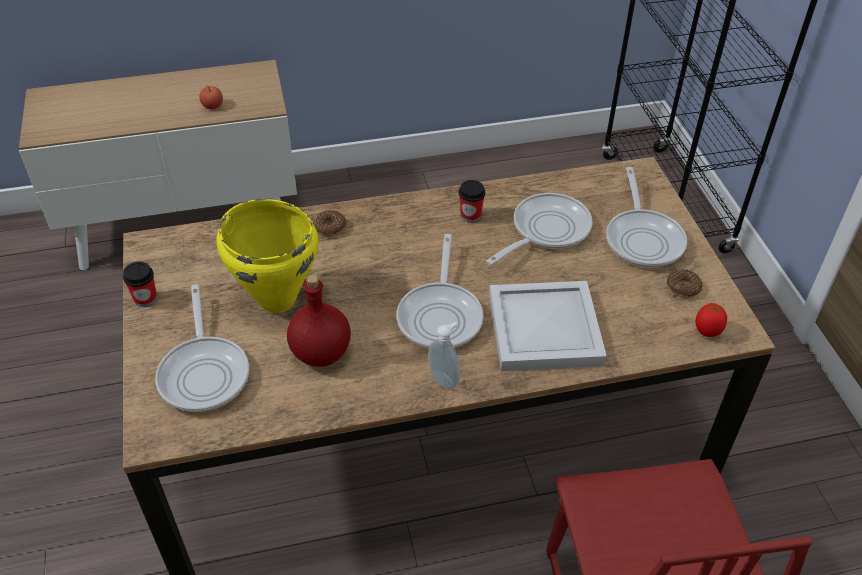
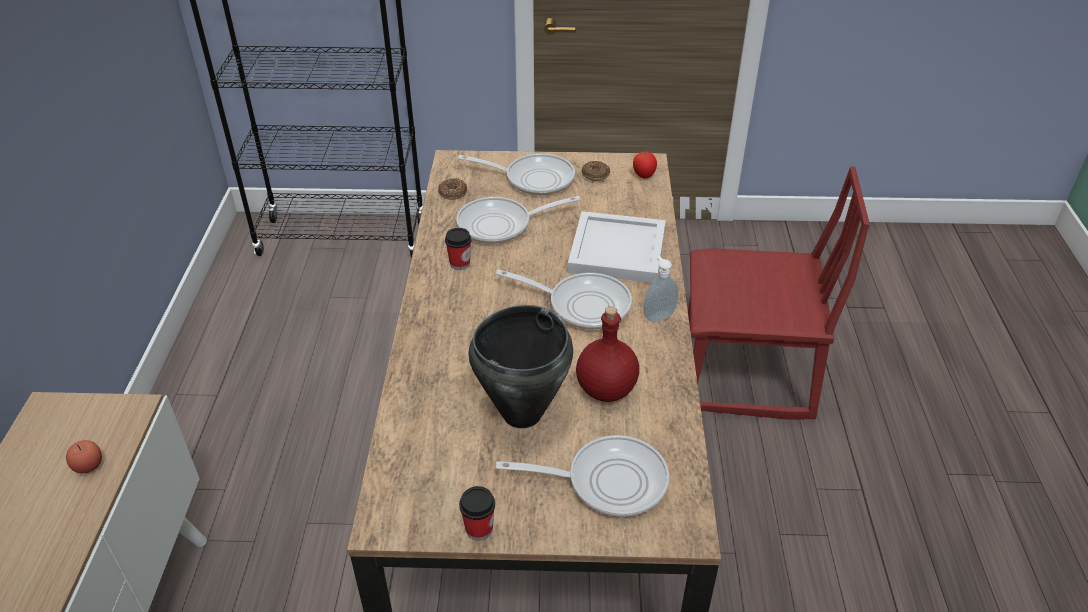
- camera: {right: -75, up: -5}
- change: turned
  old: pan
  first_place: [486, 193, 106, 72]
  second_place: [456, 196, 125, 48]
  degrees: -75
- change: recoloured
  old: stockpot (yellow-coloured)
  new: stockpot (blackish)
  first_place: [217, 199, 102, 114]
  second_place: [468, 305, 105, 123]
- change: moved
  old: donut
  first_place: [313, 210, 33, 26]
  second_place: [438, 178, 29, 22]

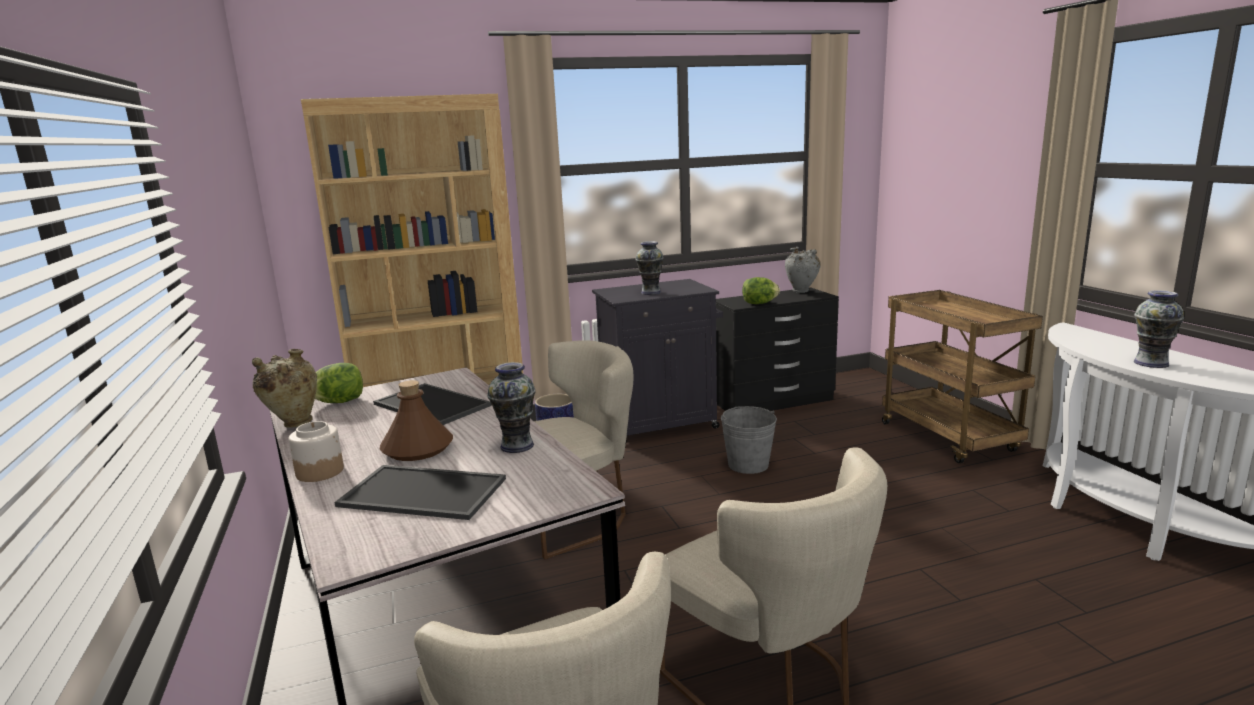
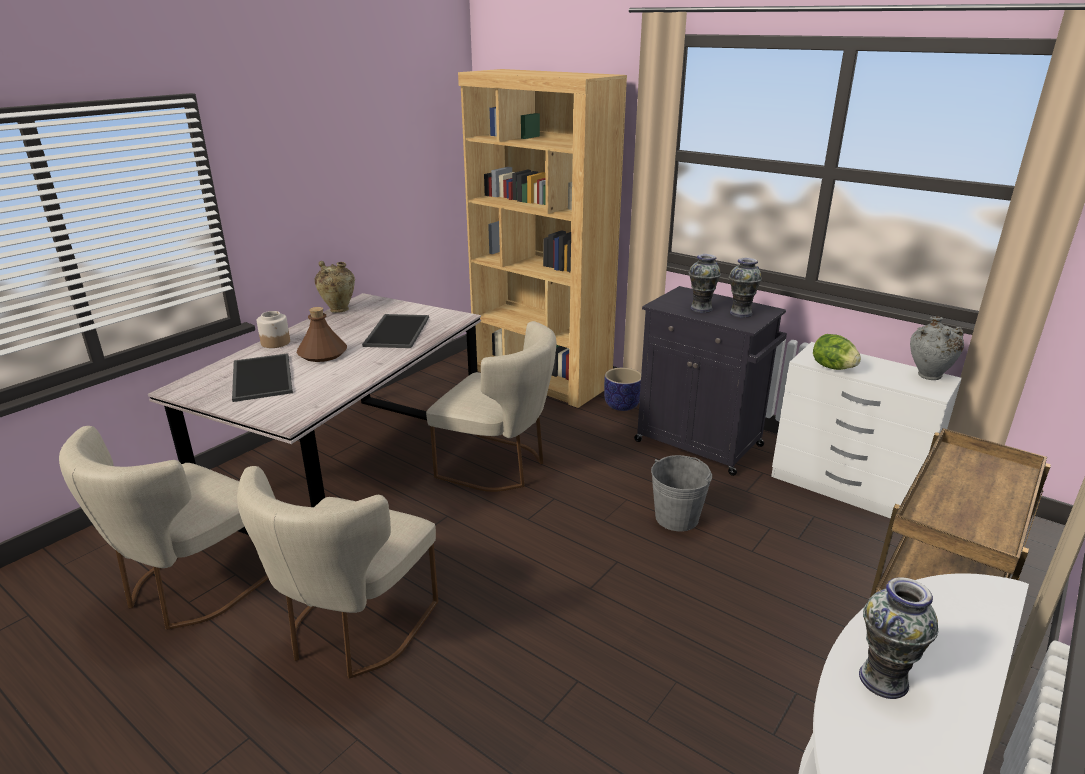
- camera: {right: 55, up: 10}
- change: recoloured
  old: dresser (blackish)
  new: dresser (whitish)
  first_place: [716, 288, 123, 123]
  second_place: [771, 342, 191, 177]
- change: moved
  old: flower vase
  first_place: [487, 362, 49, 91]
  second_place: [729, 258, 33, 60]
- change: removed
  old: head of lettuce
  first_place: [315, 363, 48, 40]

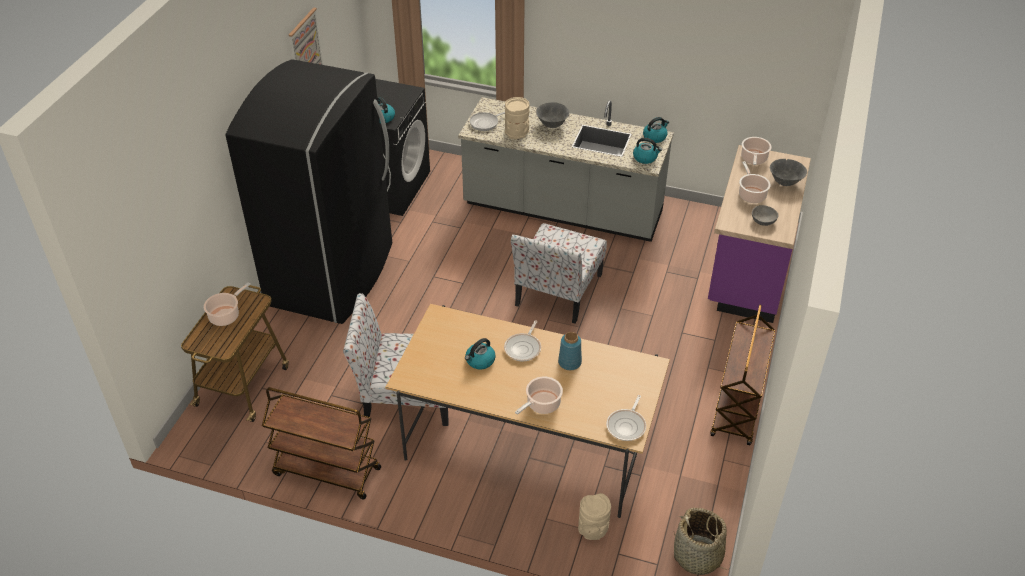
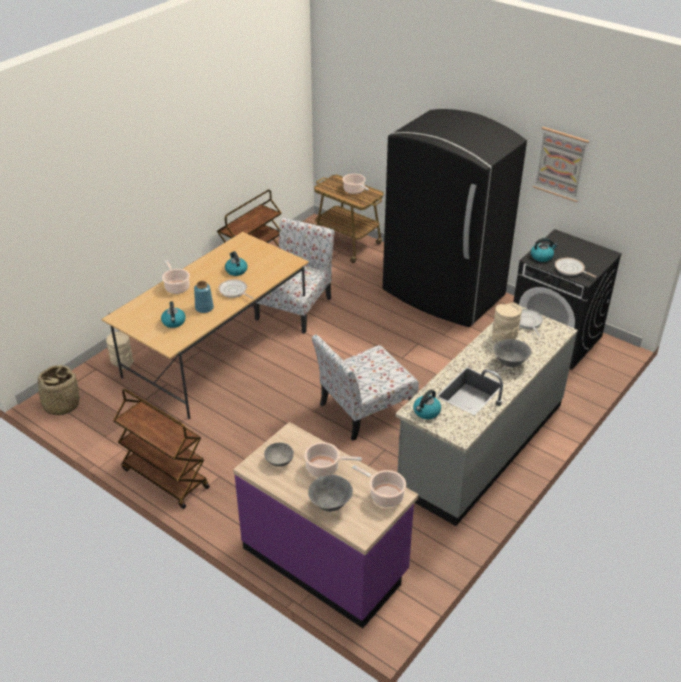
- camera: {right: 110, up: -5}
- change: moved
  old: kettle
  first_place: [643, 117, 26, 26]
  second_place: [161, 301, 25, 27]
- change: turned
  old: plain chair
  first_place: [511, 223, 96, 101]
  second_place: [312, 334, 107, 107]
  degrees: -75
- change: moved
  old: pan
  first_place: [606, 395, 40, 46]
  second_place: [555, 258, 41, 20]

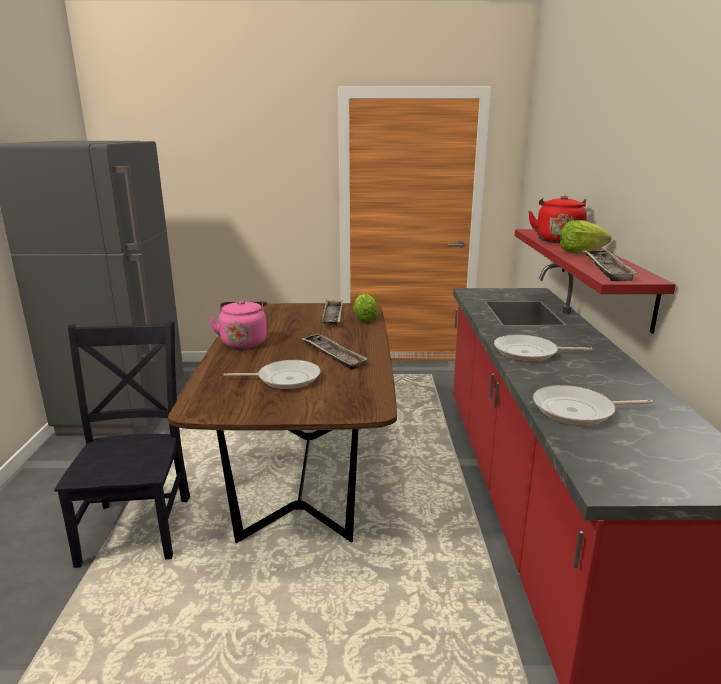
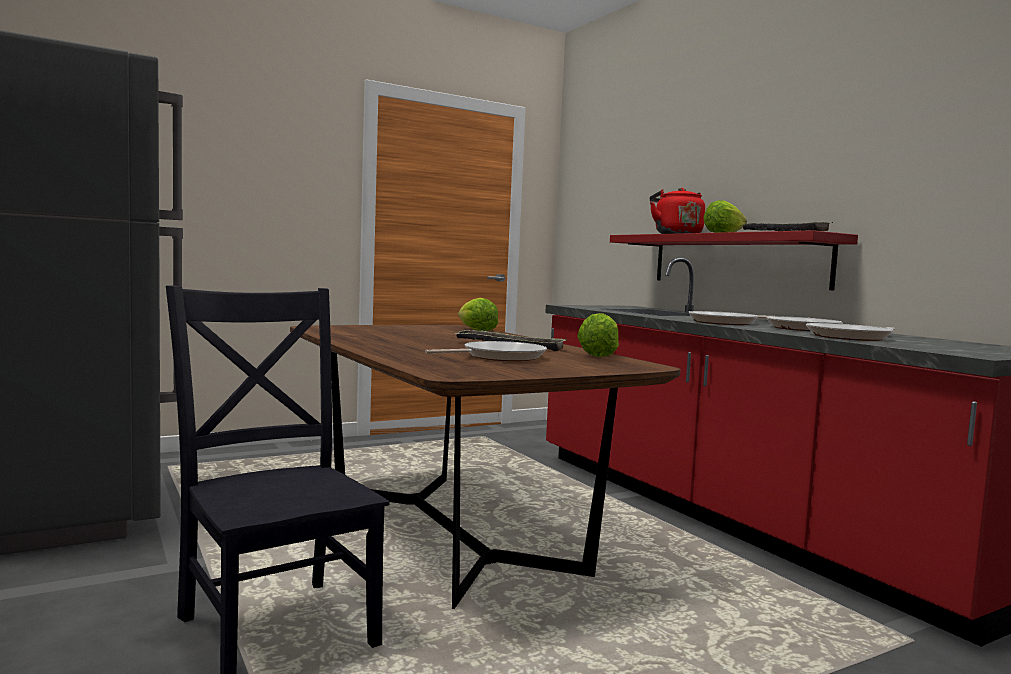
- camera: {right: -30, up: -15}
- change: removed
  old: kettle (pink-coloured)
  first_place: [208, 300, 59, 49]
- change: removed
  old: tray
  first_place: [322, 300, 20, 25]
- change: added
  new: head of lettuce
  second_place: [577, 313, 42, 44]
- change: added
  new: pan
  second_place: [766, 316, 77, 15]

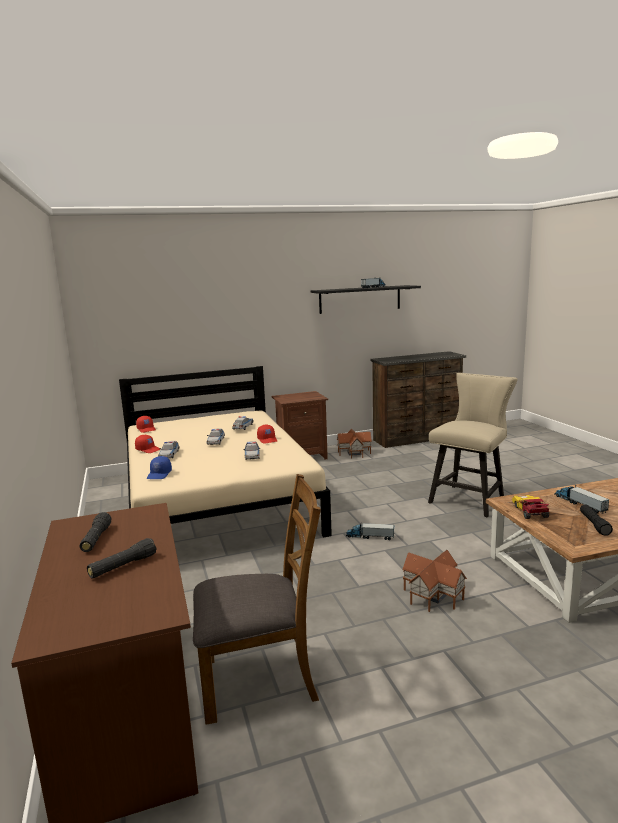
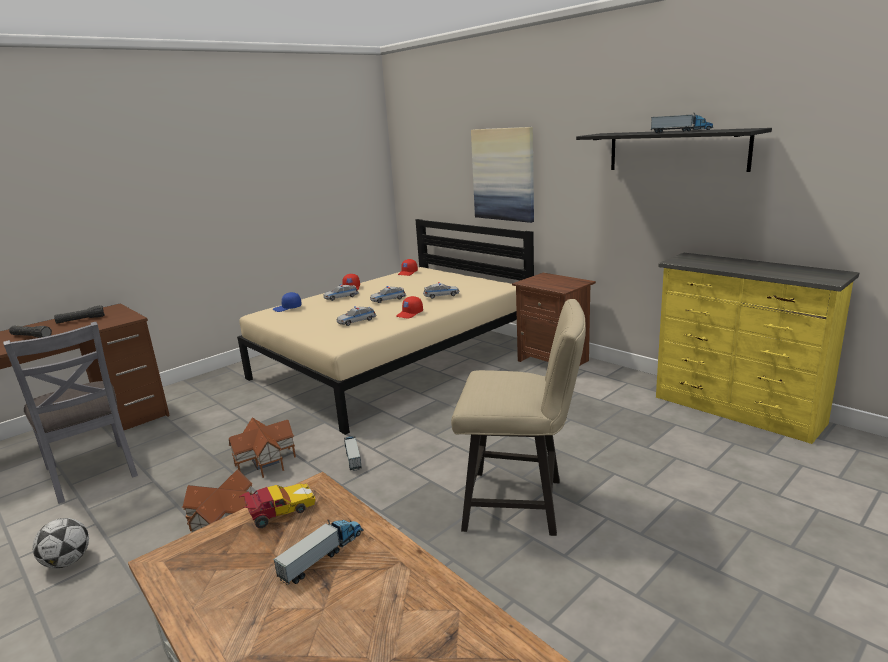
- camera: {right: 65, up: 5}
- change: recoloured
  old: dresser (brown)
  new: dresser (yellow-coloured)
  first_place: [371, 351, 95, 97]
  second_place: [656, 253, 203, 191]
- change: moved
  old: model house
  first_place: [337, 428, 35, 31]
  second_place: [229, 418, 67, 60]
- change: recoloured
  old: plain chair (brown)
  new: plain chair (gray)
  first_place: [193, 474, 128, 251]
  second_place: [3, 322, 135, 182]
- change: removed
  old: torch (blackish)
  first_place: [580, 504, 33, 32]
- change: added
  new: picture
  second_place: [471, 127, 63, 96]
- change: added
  new: ball for football
  second_place: [32, 518, 57, 50]

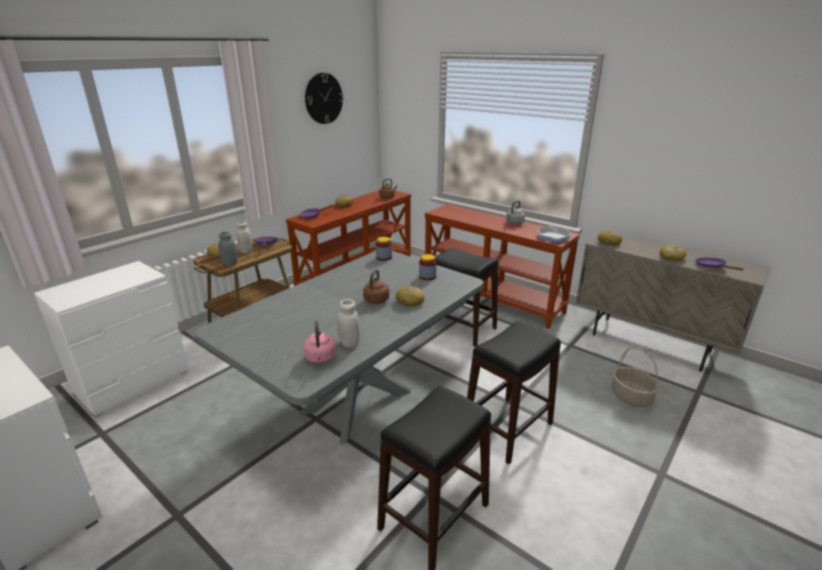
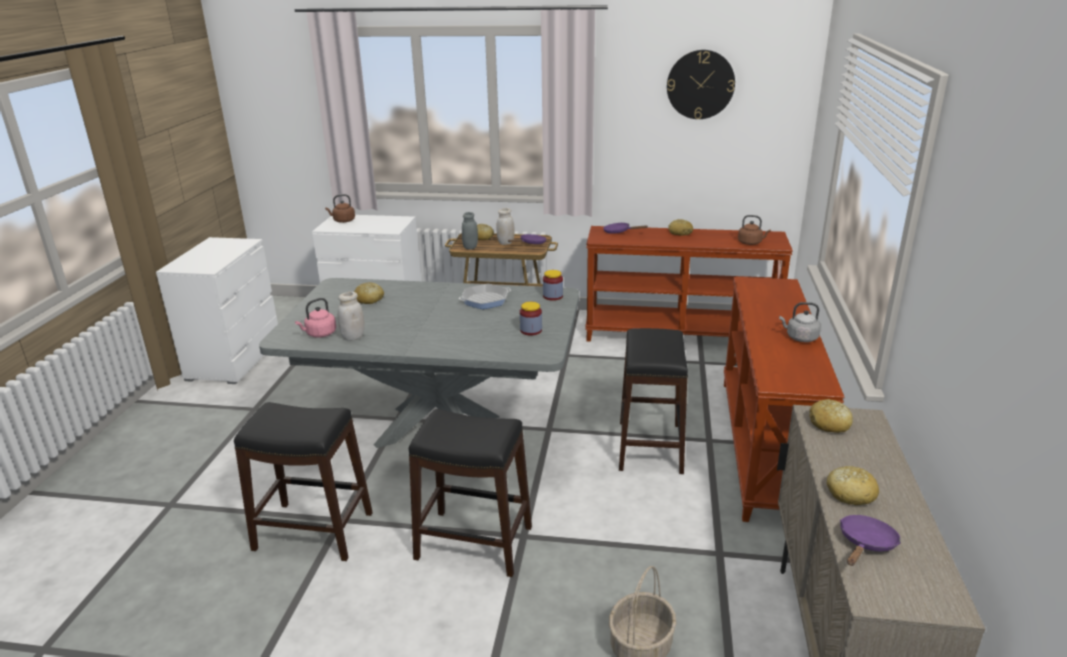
- camera: {right: 60, up: 0}
- change: moved
  old: pan
  first_place: [537, 226, 34, 17]
  second_place: [459, 284, 52, 25]
- change: moved
  old: kettle (brown)
  first_place: [363, 269, 26, 35]
  second_place: [325, 194, 30, 29]
- change: moved
  old: bread
  first_place: [395, 286, 30, 21]
  second_place: [354, 282, 30, 22]

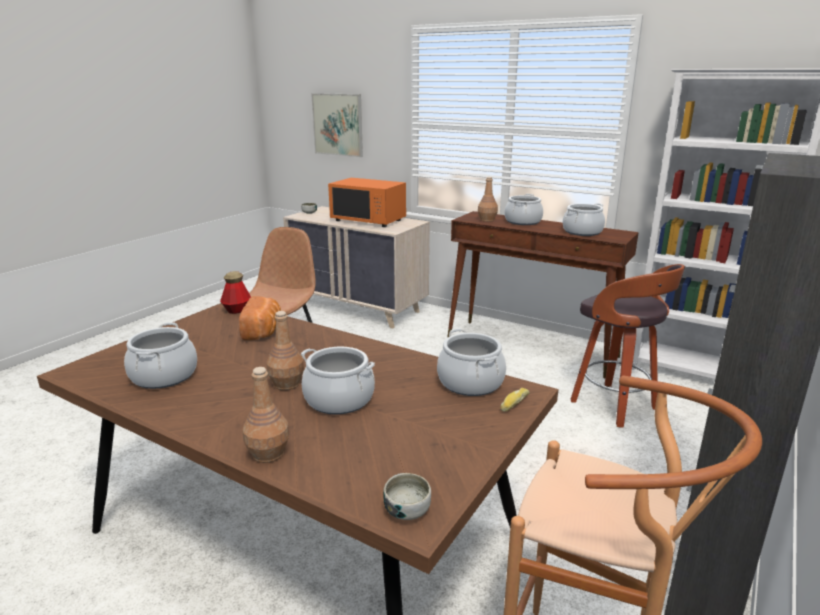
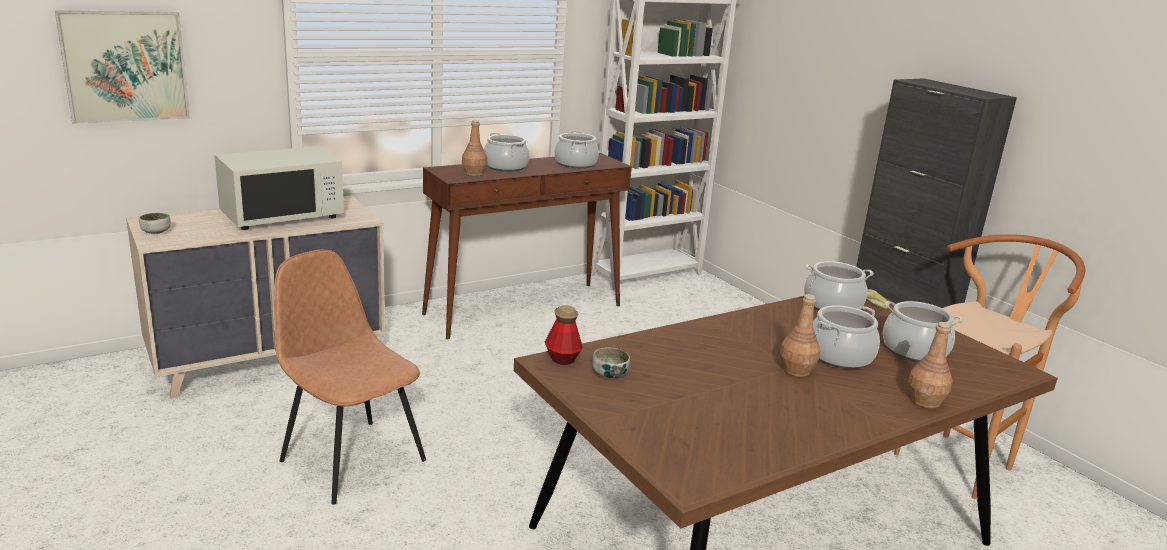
- camera: {right: -65, up: 0}
- change: recoloured
  old: microwave (orange-coloured)
  new: microwave (whitish)
  first_place: [328, 178, 78, 49]
  second_place: [214, 146, 130, 84]
- change: removed
  old: stool seat
  first_place: [571, 264, 114, 164]
- change: removed
  old: bread
  first_place: [239, 296, 42, 44]
- change: moved
  old: stockpot
  first_place: [124, 322, 73, 67]
  second_place: [883, 301, 81, 61]
- change: moved
  old: serving bowl
  first_place: [383, 473, 48, 47]
  second_place: [592, 347, 38, 32]

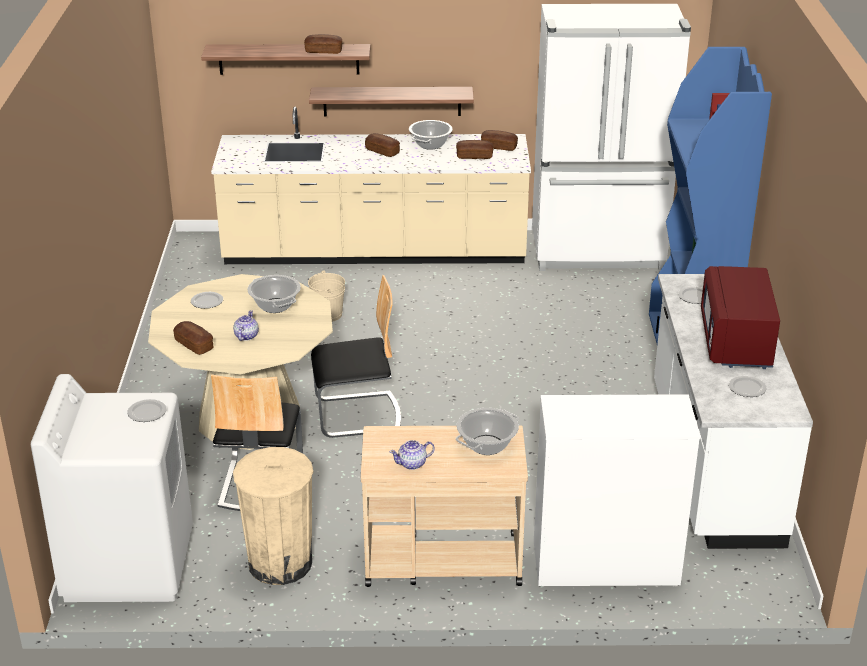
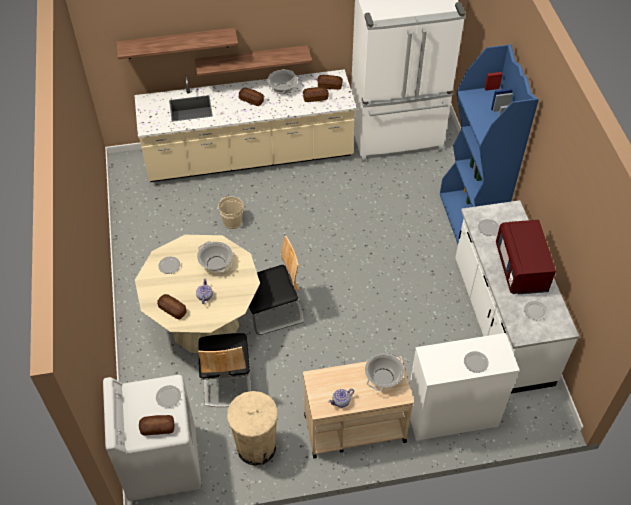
- camera: {right: -10, up: 20}
- change: moved
  old: bread
  first_place: [304, 34, 38, 20]
  second_place: [139, 415, 35, 21]
- change: added
  new: dinner plate
  second_place: [464, 351, 25, 22]

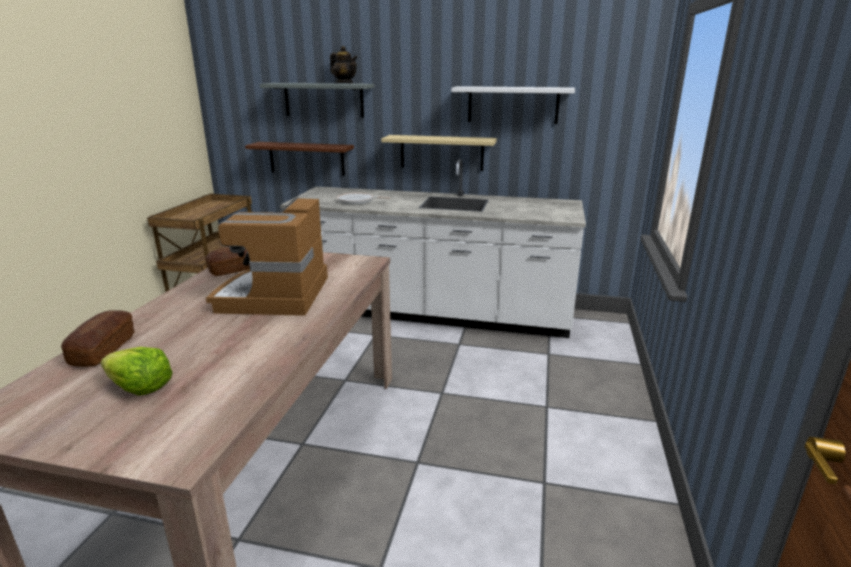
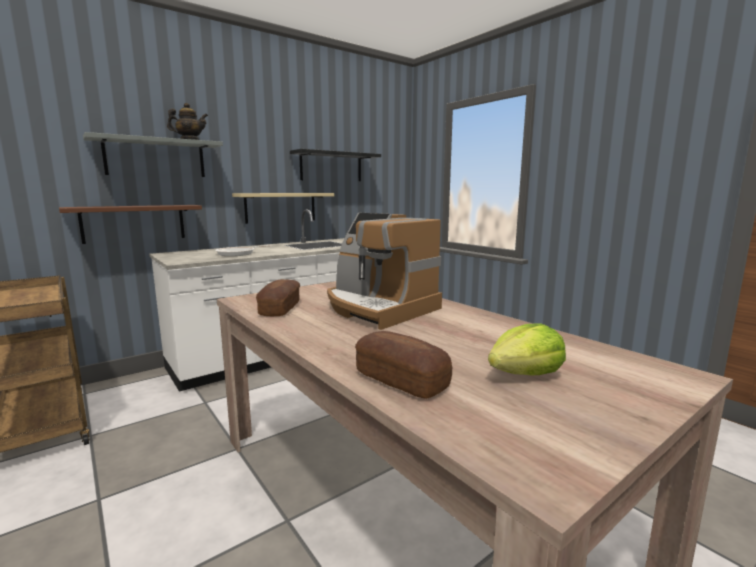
- camera: {right: -50, up: -10}
- change: recoloured
  old: shelf (whitish)
  new: shelf (blackish)
  first_place: [451, 86, 124, 38]
  second_place: [290, 149, 91, 32]

